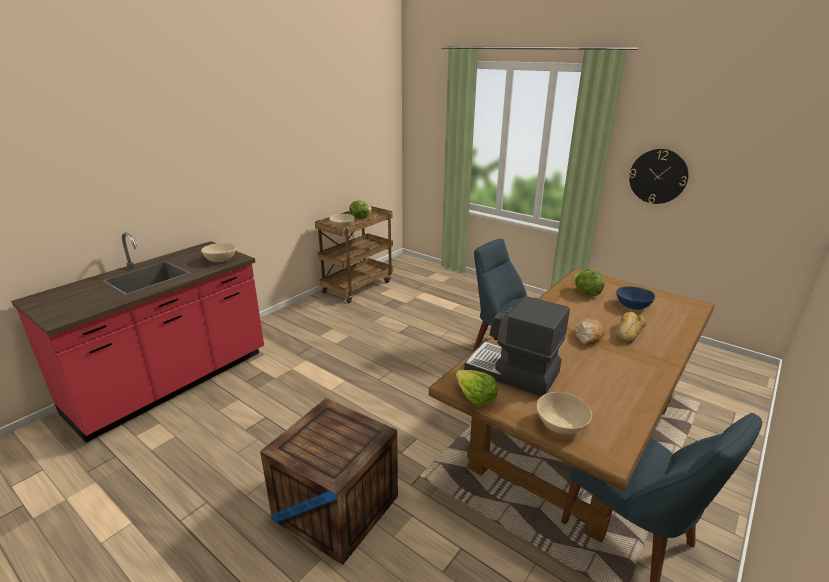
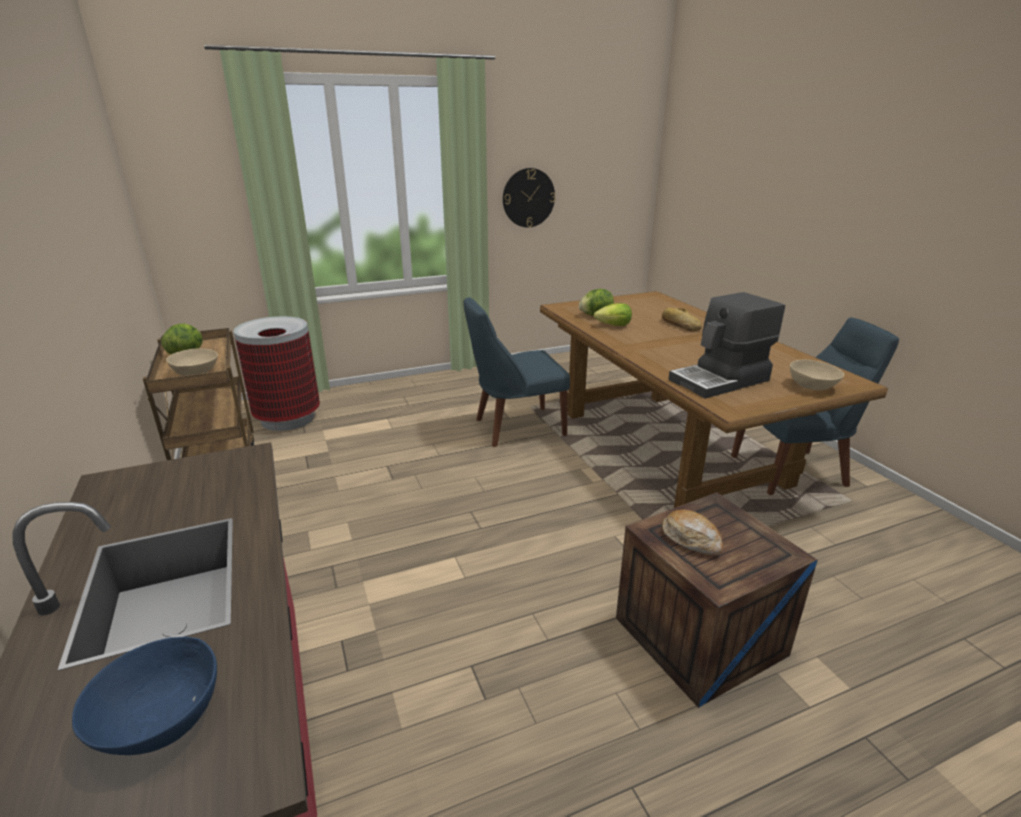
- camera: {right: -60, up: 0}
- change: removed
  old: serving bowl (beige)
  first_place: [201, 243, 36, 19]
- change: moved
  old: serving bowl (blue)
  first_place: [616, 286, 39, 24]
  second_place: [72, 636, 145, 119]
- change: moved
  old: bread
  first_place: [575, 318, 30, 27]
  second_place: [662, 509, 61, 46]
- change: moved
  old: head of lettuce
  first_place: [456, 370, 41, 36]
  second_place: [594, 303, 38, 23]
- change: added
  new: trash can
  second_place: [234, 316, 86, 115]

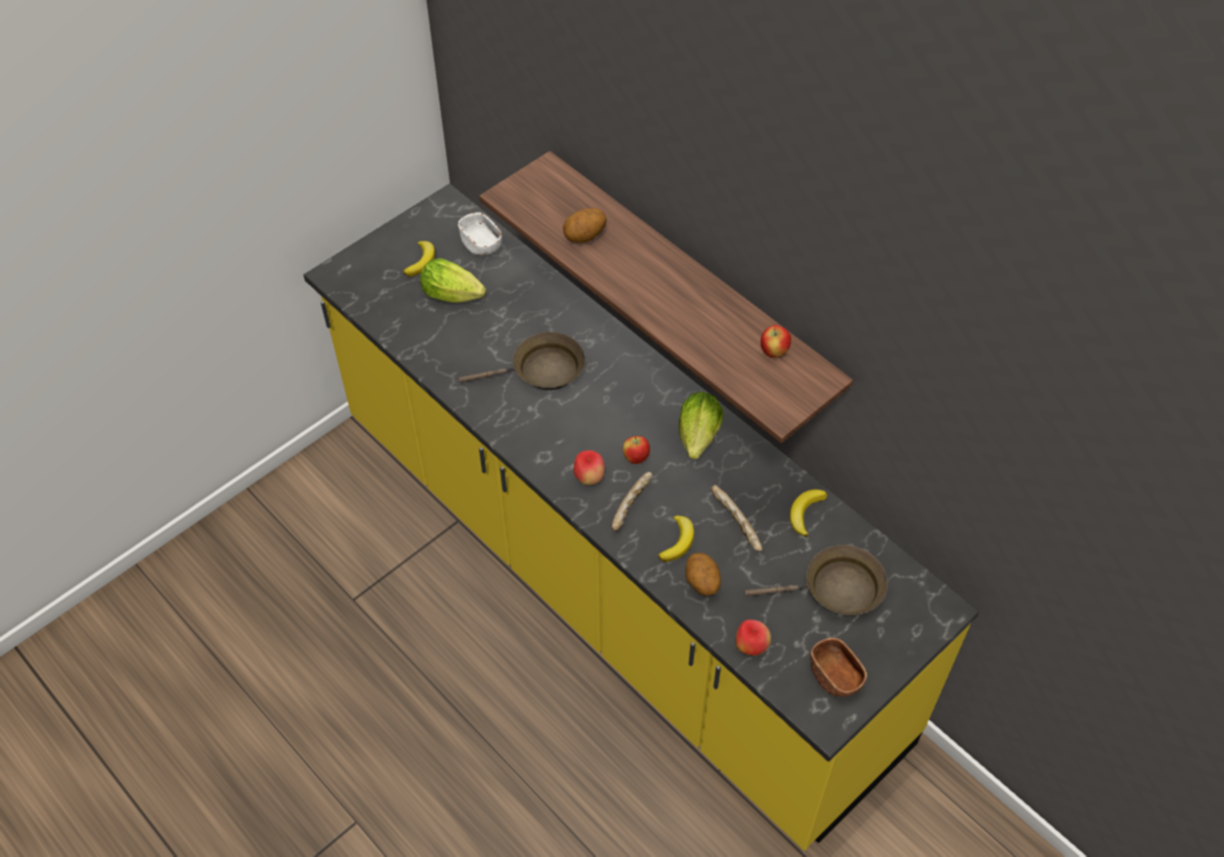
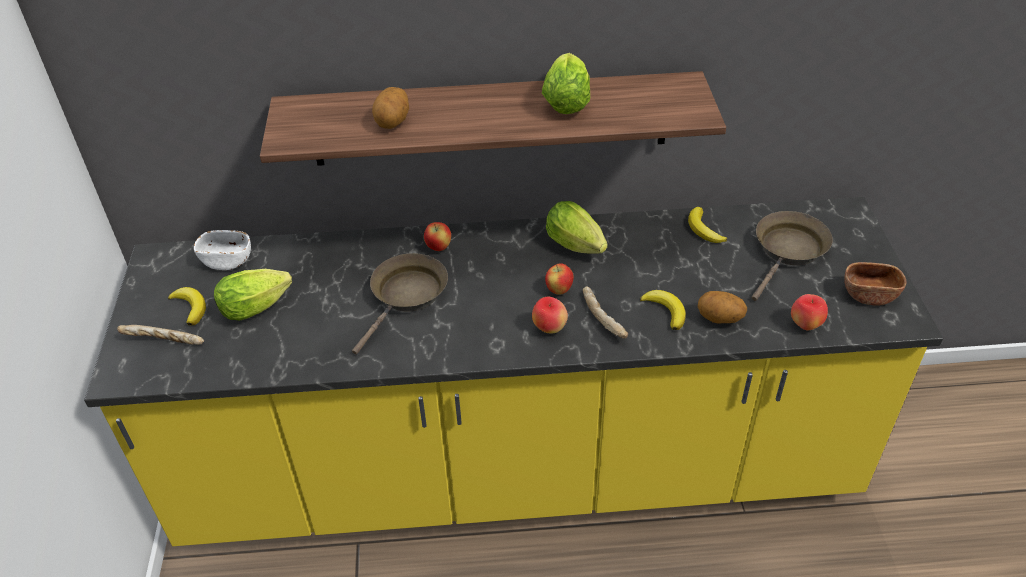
- camera: {right: -50, up: -10}
- change: moved
  old: apple fruit
  first_place: [761, 325, 30, 33]
  second_place: [424, 222, 27, 29]
- change: moved
  old: bread
  first_place: [711, 485, 51, 66]
  second_place: [117, 325, 87, 20]
- change: added
  new: head of lettuce
  second_place: [542, 53, 48, 61]

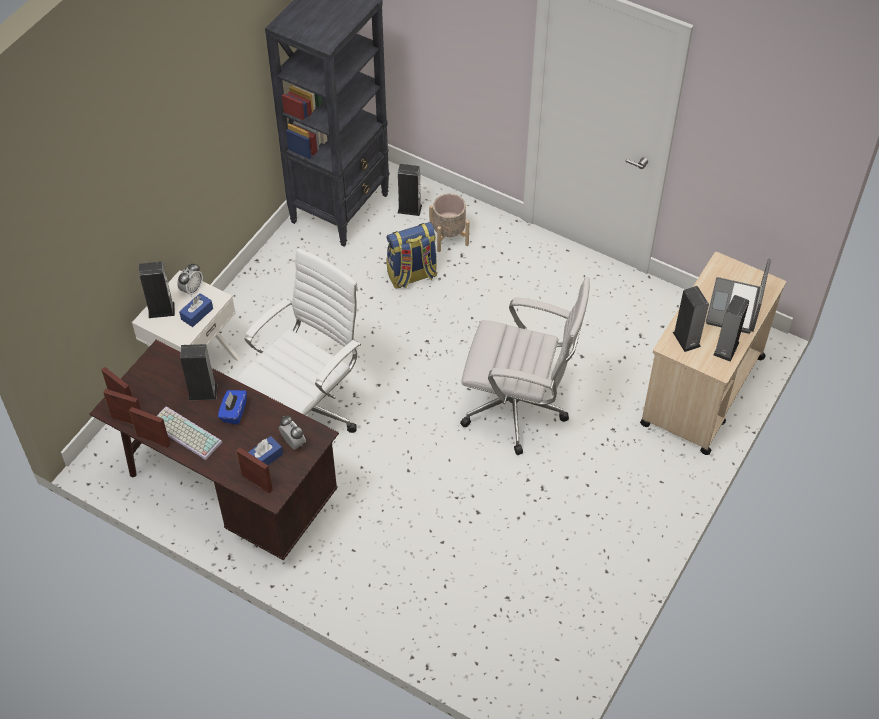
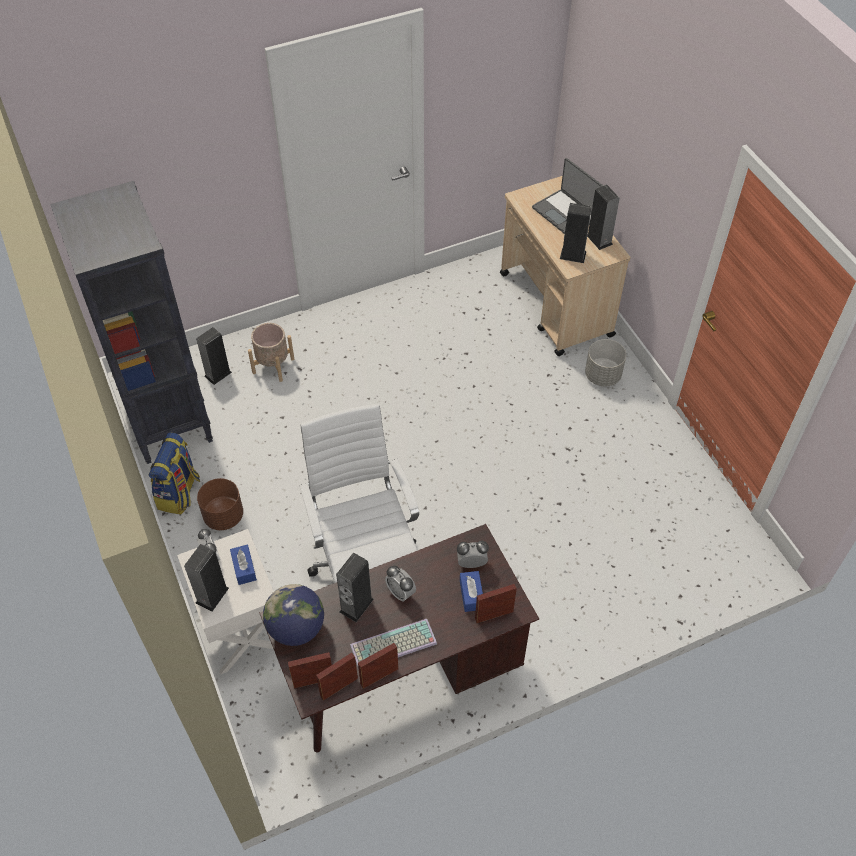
- camera: {right: -55, up: 0}
- change: moved
  old: rucksack
  first_place: [386, 222, 51, 67]
  second_place: [149, 432, 51, 83]
- change: removed
  old: computer chair (whitish)
  first_place: [460, 277, 130, 178]
- change: replaced
  old: tissue box (blue)
  new: alarm clock
  first_place: [218, 390, 29, 35]
  second_place: [385, 566, 31, 36]
- change: added
  new: plant pot (gray)
  second_place: [585, 339, 41, 47]
- change: added
  new: plant pot (brown)
  second_place: [197, 478, 46, 52]
- change: added
  new: desk globe
  second_place: [263, 584, 61, 62]

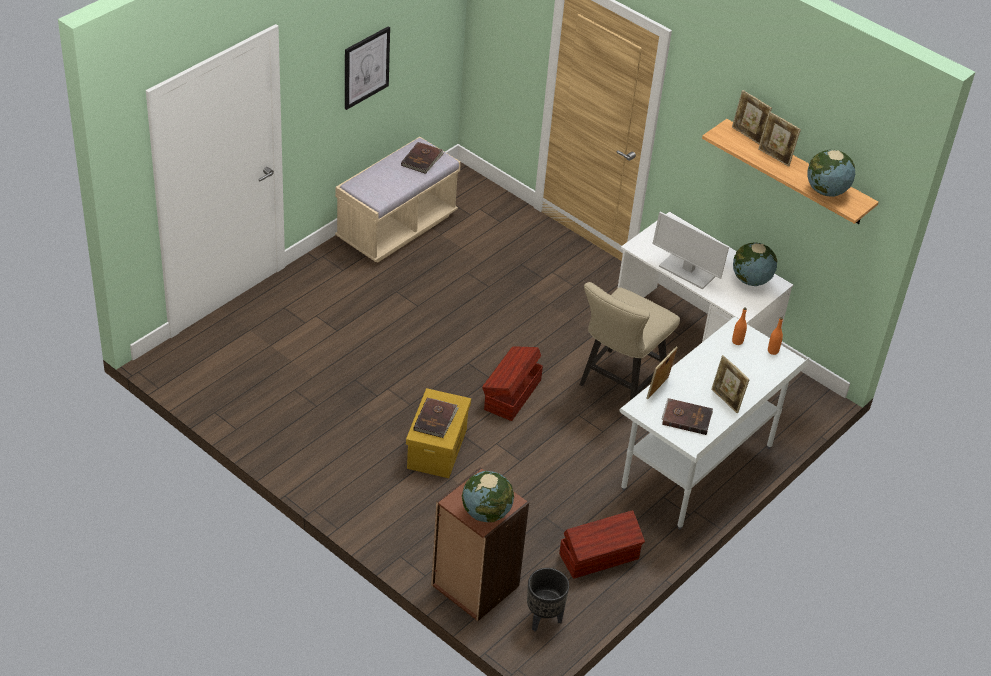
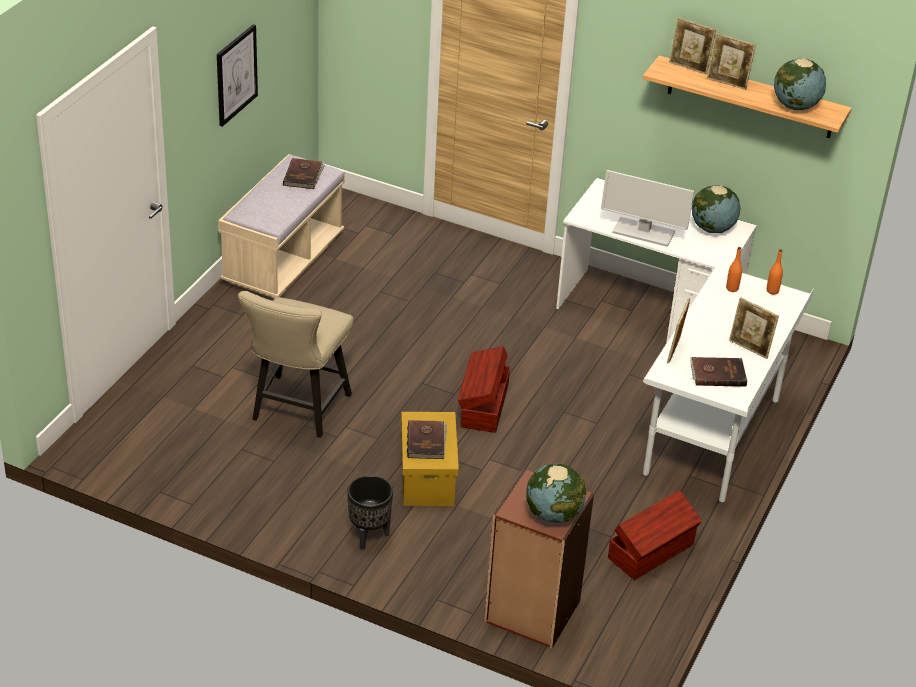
- camera: {right: -15, up: -5}
- change: moved
  old: plain chair (beige)
  first_place: [579, 282, 101, 118]
  second_place: [238, 291, 116, 147]
- change: moved
  old: plant pot (blackish)
  first_place: [527, 568, 42, 64]
  second_place: [347, 475, 46, 75]

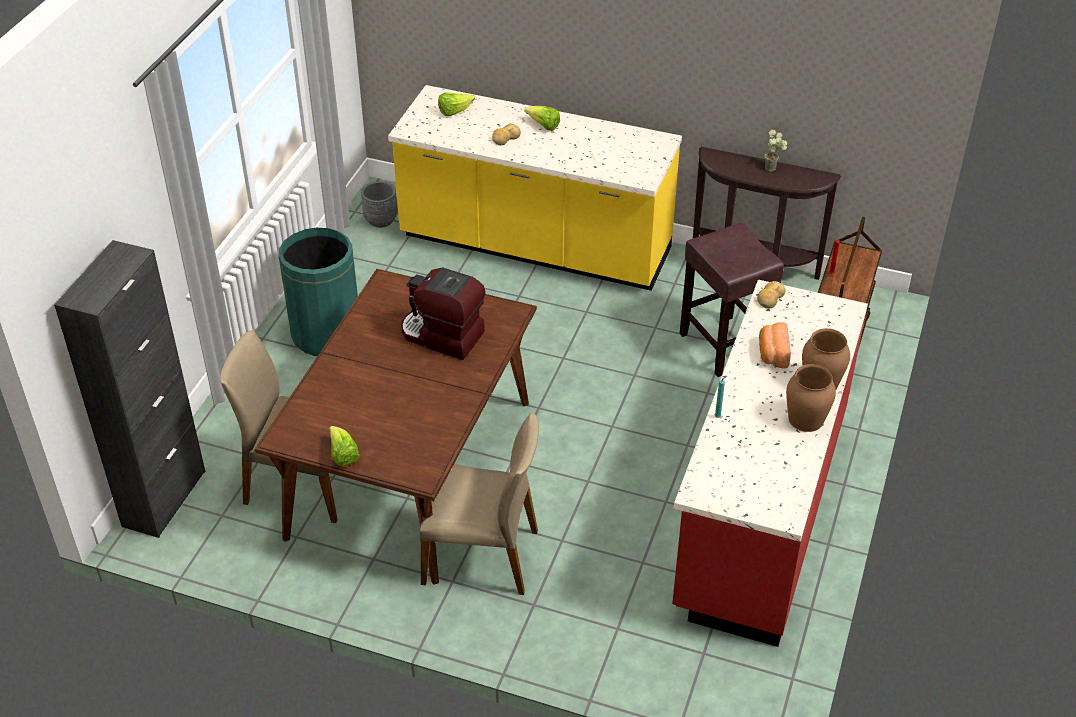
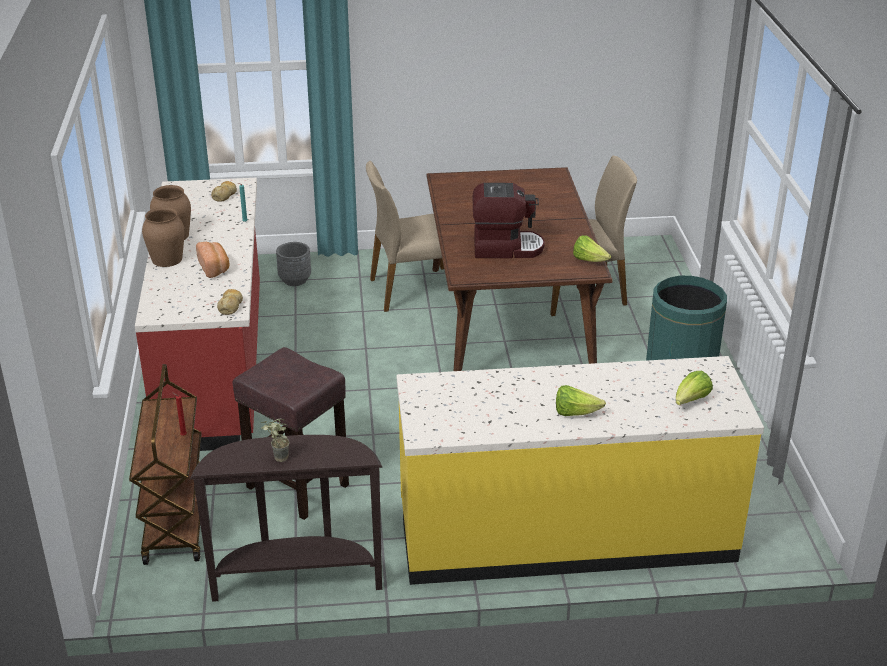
- camera: {right: 155, up: -10}
- change: moved
  old: bread
  first_place: [492, 123, 29, 22]
  second_place: [211, 181, 26, 21]
- change: moved
  old: plant pot (gray)
  first_place: [361, 181, 37, 47]
  second_place: [276, 242, 35, 44]
- change: removed
  old: cabinet (blackish)
  first_place: [54, 240, 151, 298]
- change: moved
  old: head of lettuce
  first_place: [329, 426, 31, 40]
  second_place: [573, 235, 38, 27]

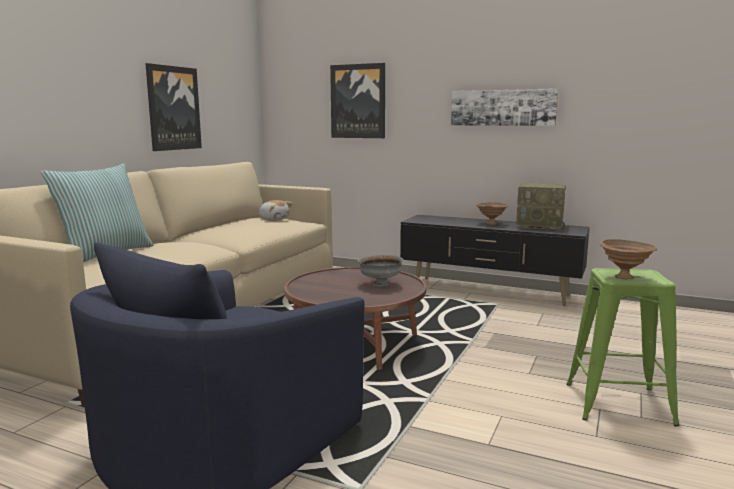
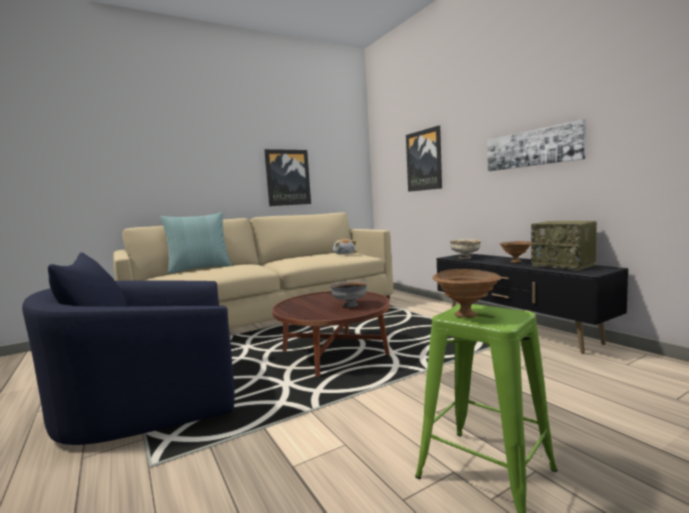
- camera: {right: 35, up: -5}
- change: added
  new: serving bowl (beige)
  second_place: [450, 239, 31, 20]

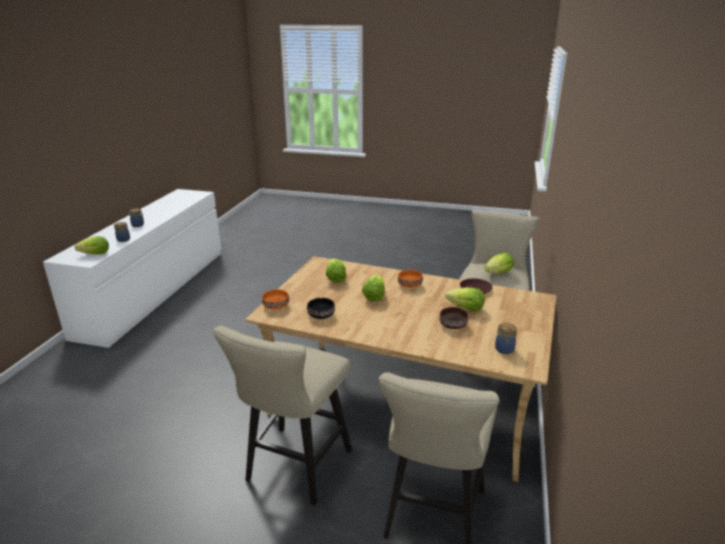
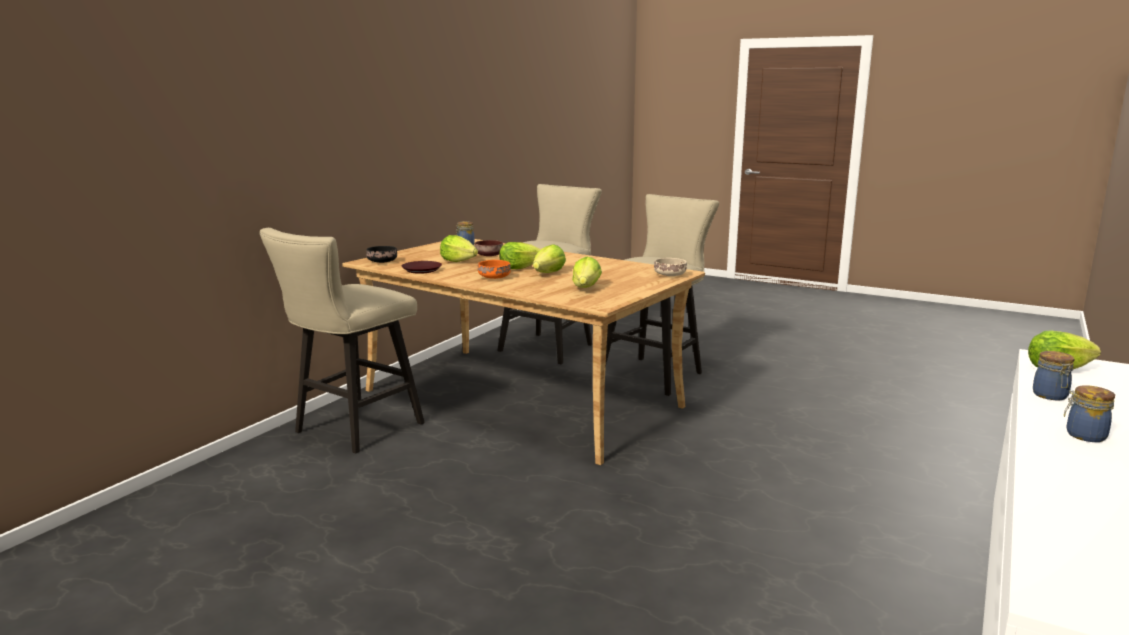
- camera: {right: -165, up: -10}
- change: moved
  old: head of lettuce
  first_place: [485, 253, 29, 20]
  second_place: [499, 242, 42, 27]
- change: recoloured
  old: serving bowl (orange-coloured)
  new: serving bowl (beige)
  first_place: [262, 289, 27, 21]
  second_place: [654, 258, 33, 18]
- change: moved
  old: serving bowl (blackish)
  first_place: [307, 298, 28, 21]
  second_place: [366, 246, 31, 17]

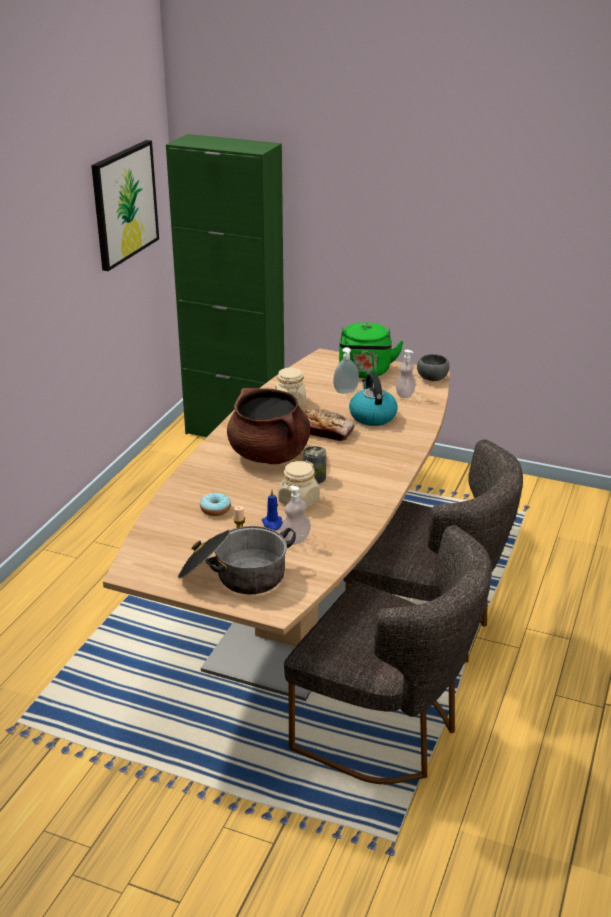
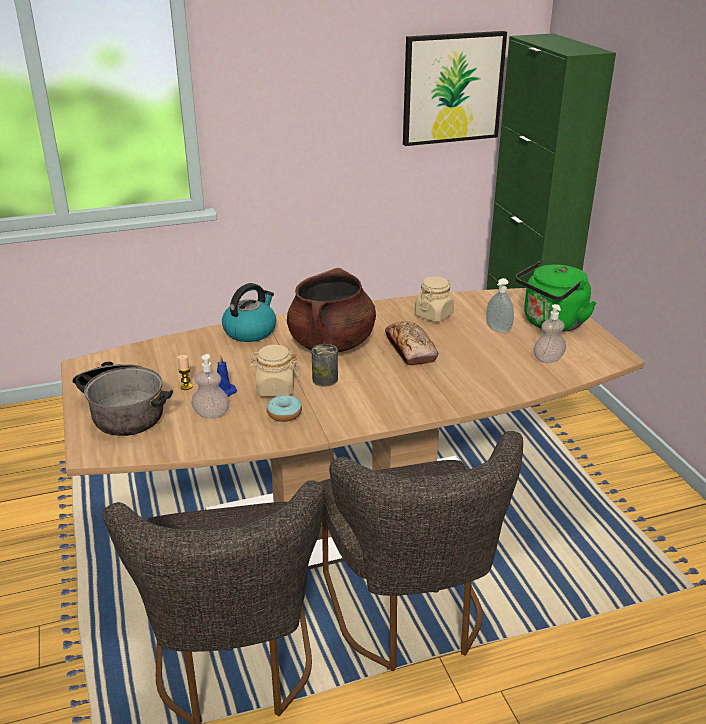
- camera: {right: 50, up: 0}
- change: removed
  old: serving bowl (gray)
  first_place: [417, 354, 32, 27]
- change: moved
  old: kettle
  first_place: [349, 373, 49, 53]
  second_place: [222, 283, 54, 59]
- change: moved
  old: donut
  first_place: [200, 493, 31, 23]
  second_place: [267, 395, 35, 27]

